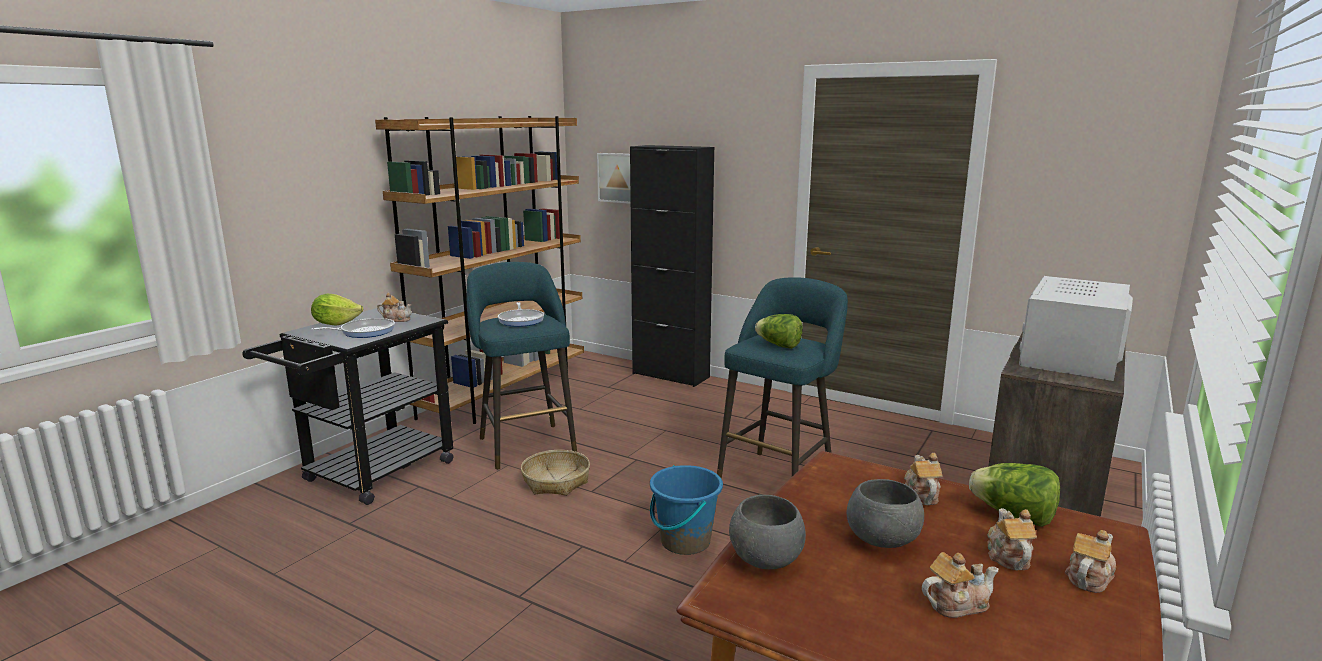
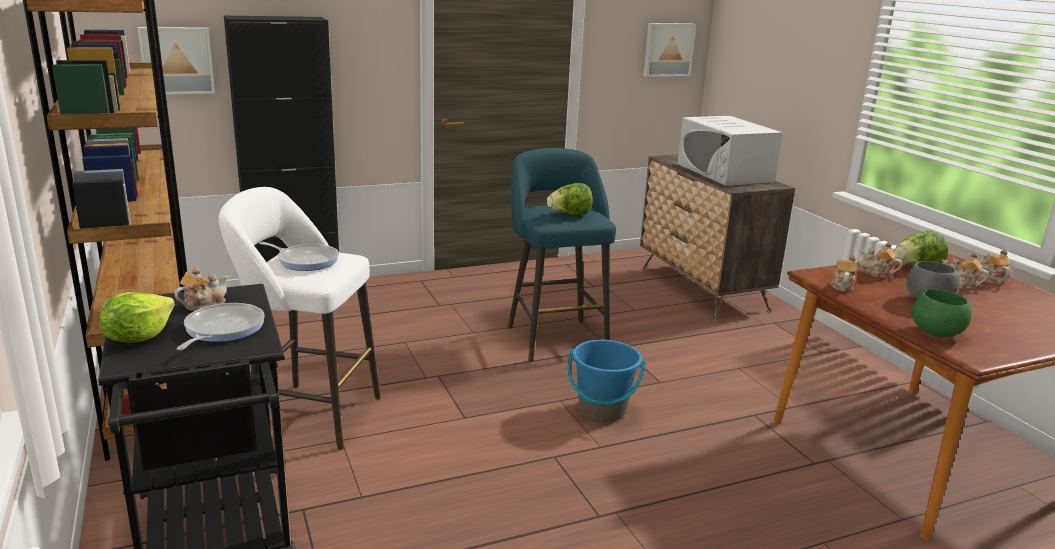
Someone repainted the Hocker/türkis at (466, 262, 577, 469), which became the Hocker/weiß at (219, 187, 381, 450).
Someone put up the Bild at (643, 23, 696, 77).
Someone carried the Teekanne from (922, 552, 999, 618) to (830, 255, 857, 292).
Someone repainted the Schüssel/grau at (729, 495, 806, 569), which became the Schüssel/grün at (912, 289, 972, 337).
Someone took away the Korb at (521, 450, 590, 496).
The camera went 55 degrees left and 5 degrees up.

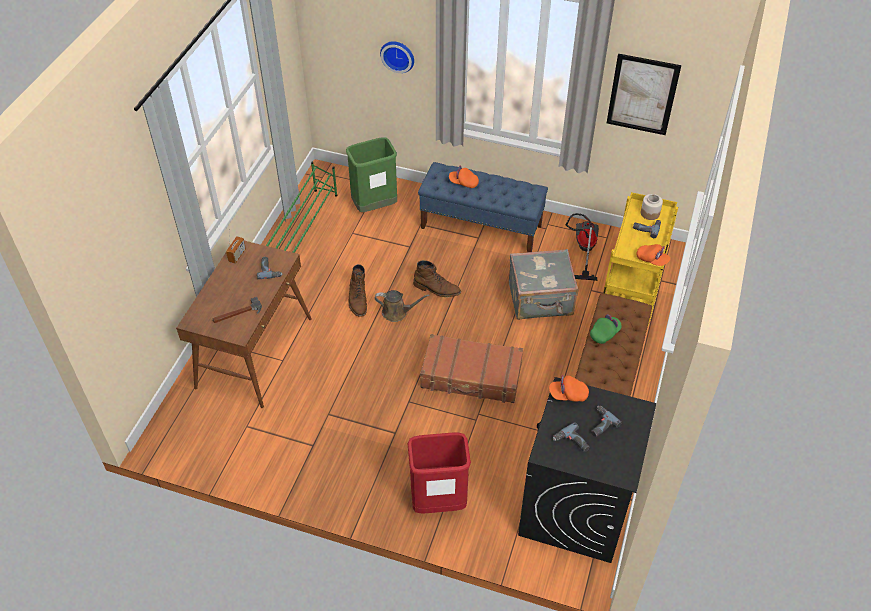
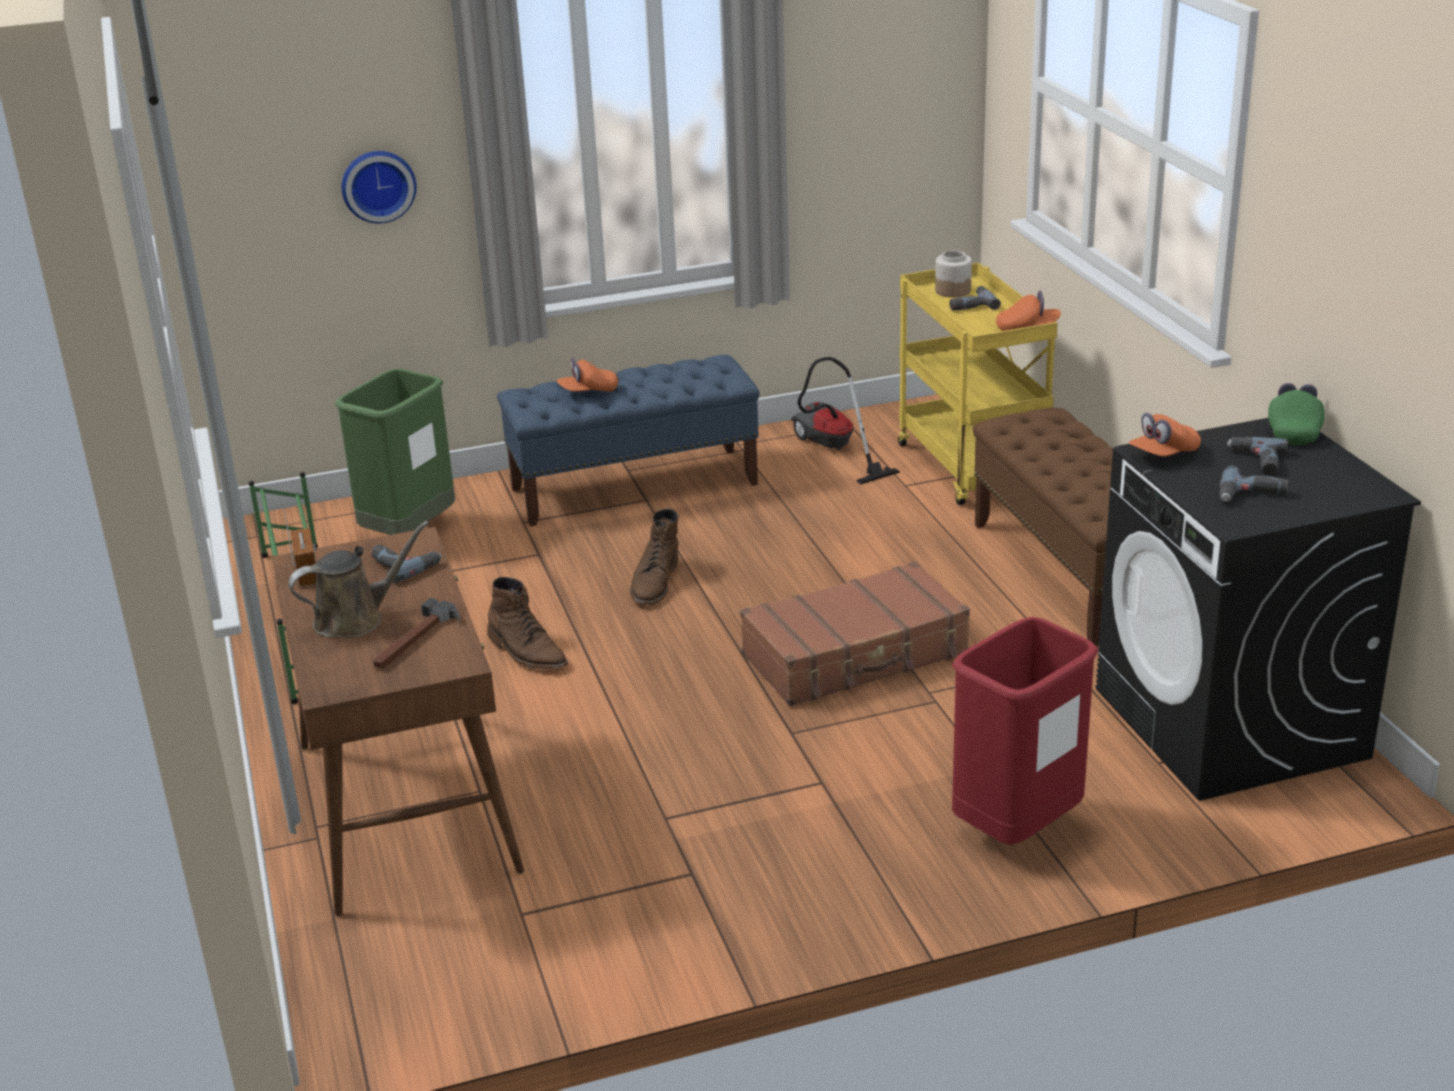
Someone carried the Gießkanne/braun from (374, 290, 429, 322) to (289, 521, 429, 638).
Someone rotated the Stiefel/braun at (413, 260, 461, 297) by 120 degrees clockwise.
Someone carried the Kappe/grün from (590, 314, 622, 344) to (1268, 383, 1325, 445).
Someone took away the Koffer/grau at (509, 249, 578, 320).
Someone took away the Bild at (607, 54, 681, 135).
The camera went 35 degrees left and 20 degrees down.

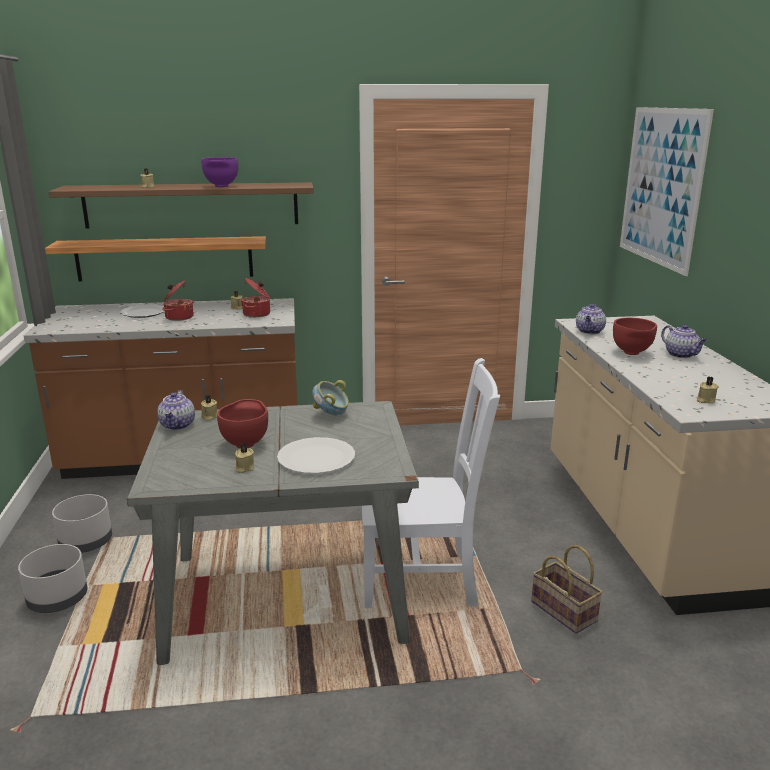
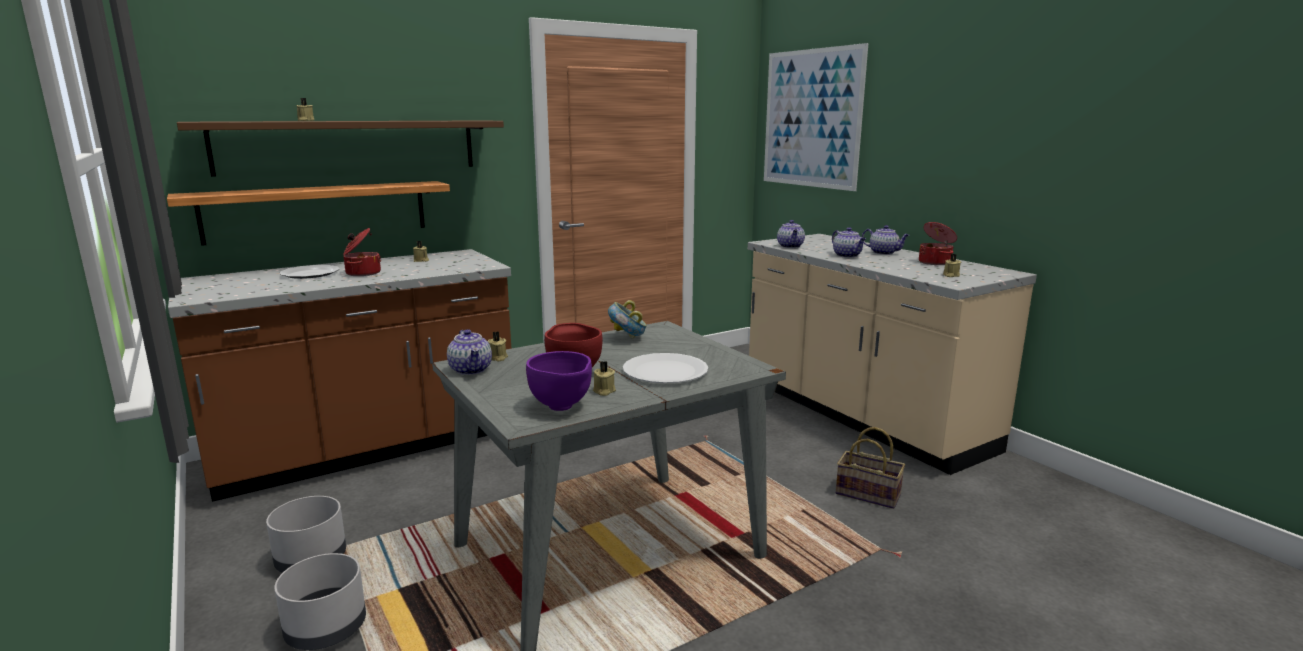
Someone carried the Schüssel/lila from (201, 157, 238, 187) to (526, 351, 592, 411).
Someone swapped the Schüssel/rot at (613, 318, 657, 355) for the Teekanne at (832, 227, 866, 258).
Someone carried the Kochtopf from (241, 278, 270, 317) to (919, 222, 957, 265).
Someone took away the Stuhl/weiß at (362, 358, 500, 608).
The camera went 25 degrees left and 5 degrees down.

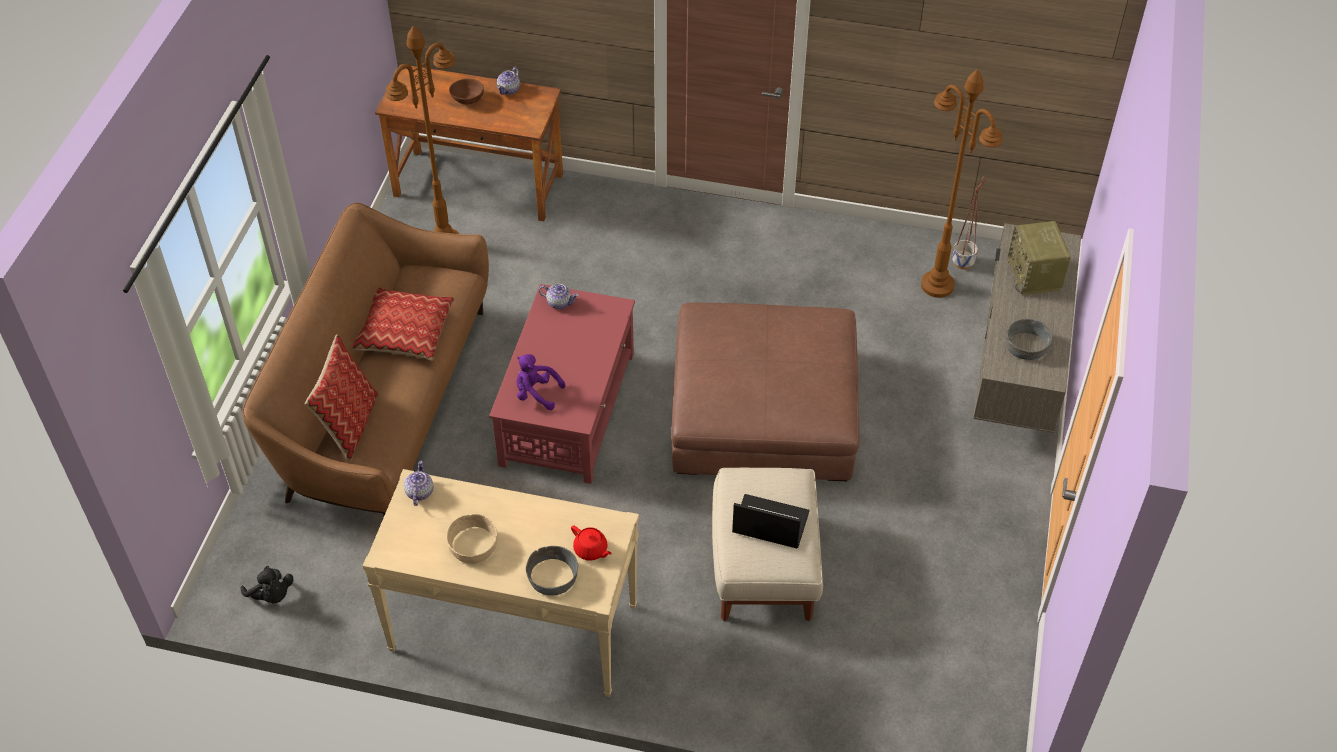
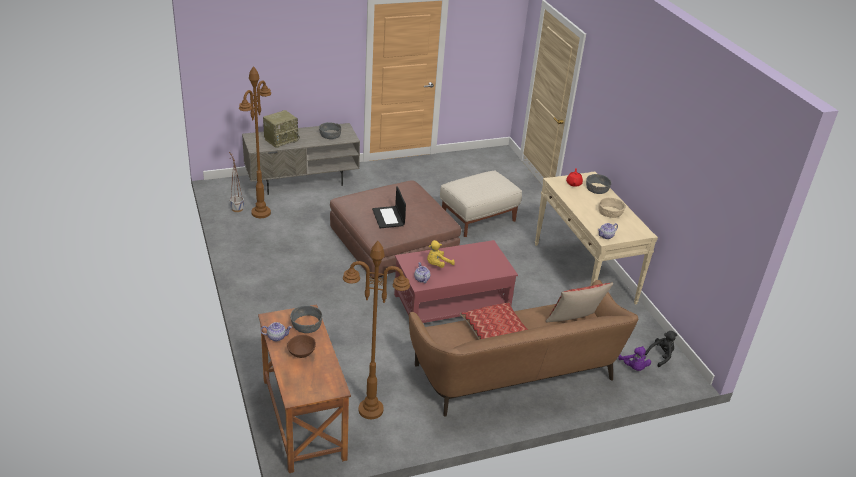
Someone put down the Schüssel/grau at (290, 305, 322, 333).
Someone carried the Laptop from (732, 494, 810, 548) to (372, 186, 406, 228).
Someone put down the Plüschtier/gelb at (427, 240, 455, 268).
Someone carried the Plüschtier/lila from (517, 354, 565, 410) to (618, 346, 651, 371).
Someone rotated the Plüschtier/schwarz at (241, 566, 293, 603) by 45 degrees clockwise.
The camera went 125 degrees left and 15 degrees down.

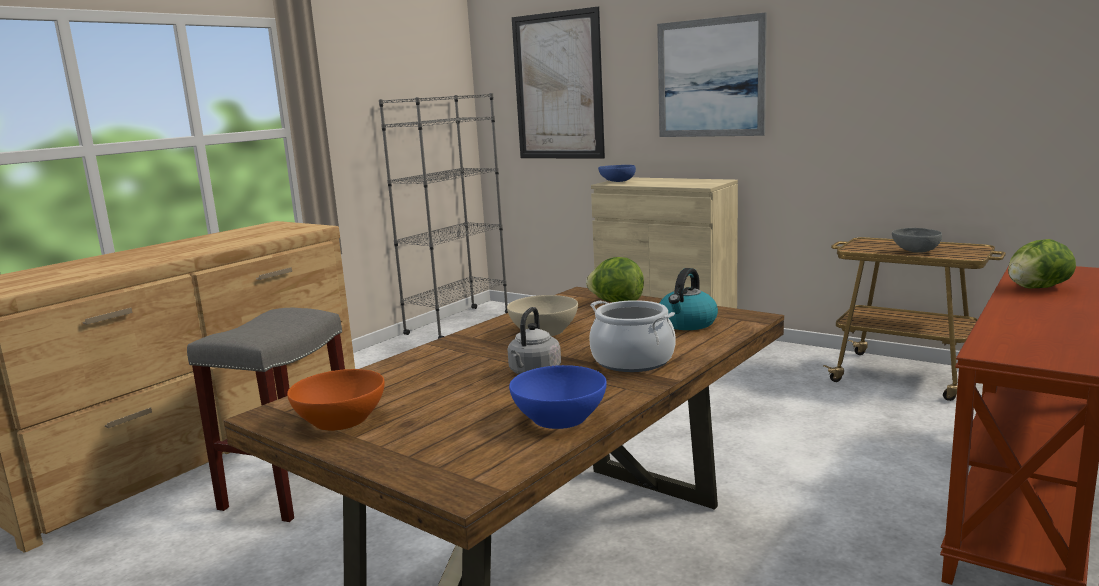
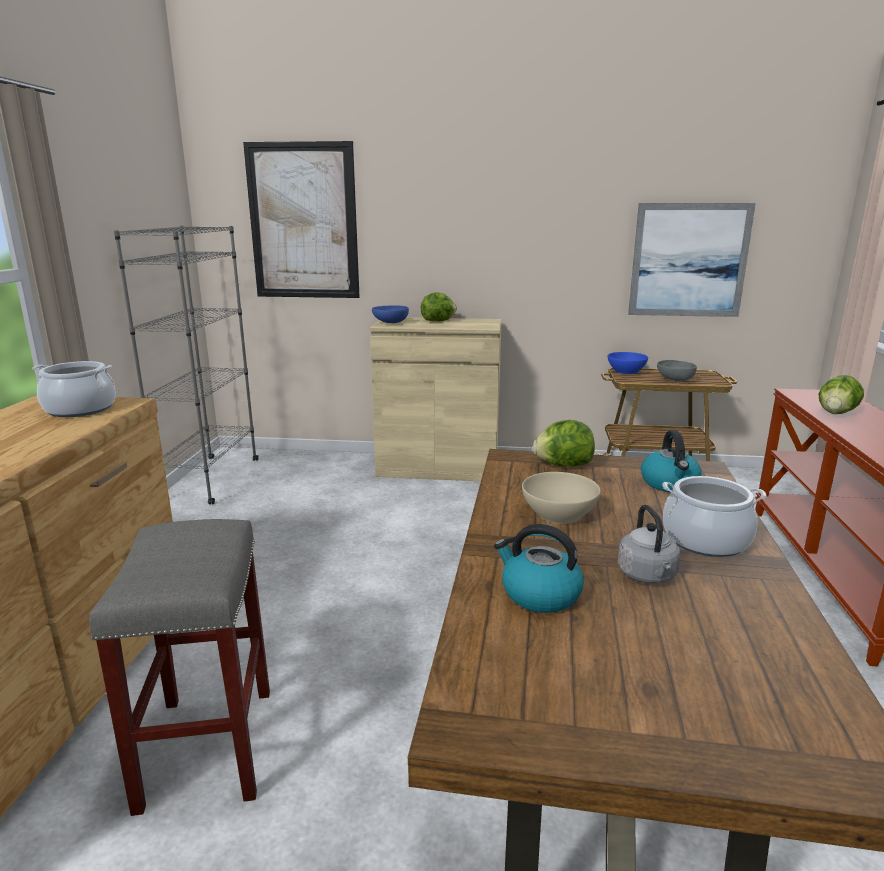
Someone put down the Kochtopf at (32, 361, 116, 417).
Someone put down the Salatkopf at (421, 292, 457, 322).
Someone put down the Wasserkessel at (494, 524, 584, 613).
Someone carried the Schüssel/blau from (509, 365, 607, 429) to (608, 352, 648, 374).
Someone carried the Bild from (657, 12, 767, 137) to (628, 203, 756, 317).
Someone took away the Schüssel/orange at (287, 369, 385, 431).
The camera went 30 degrees left and 5 degrees up.

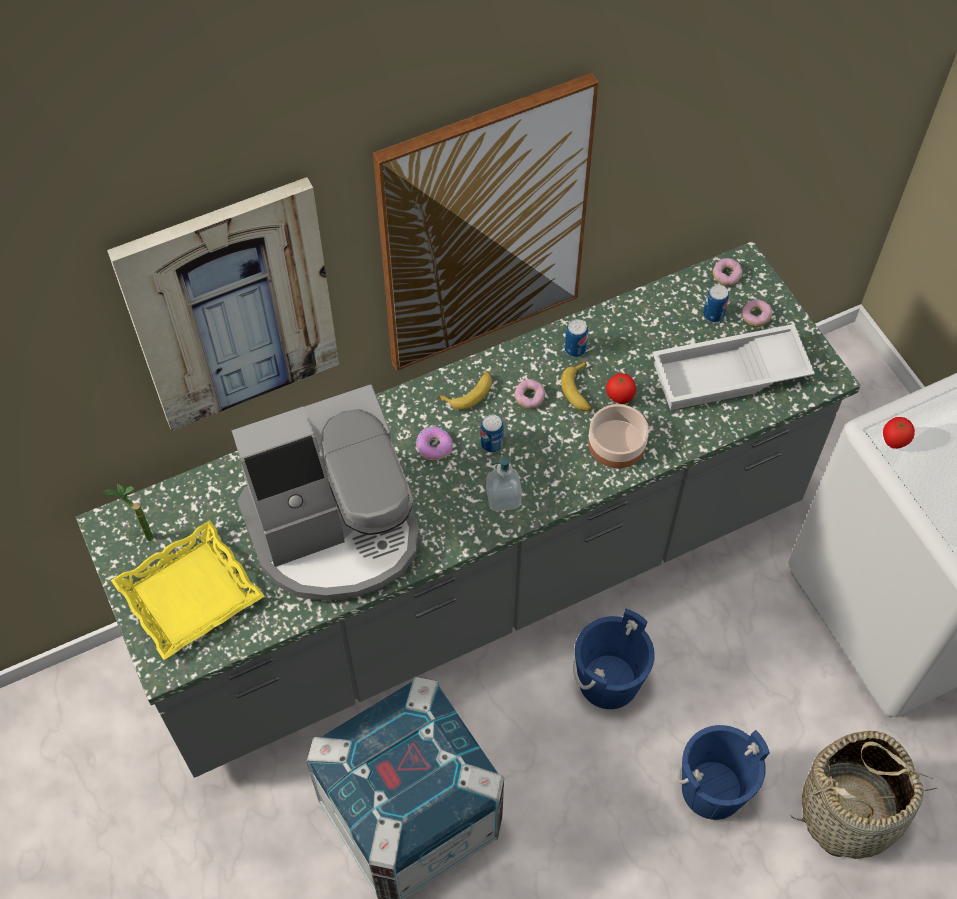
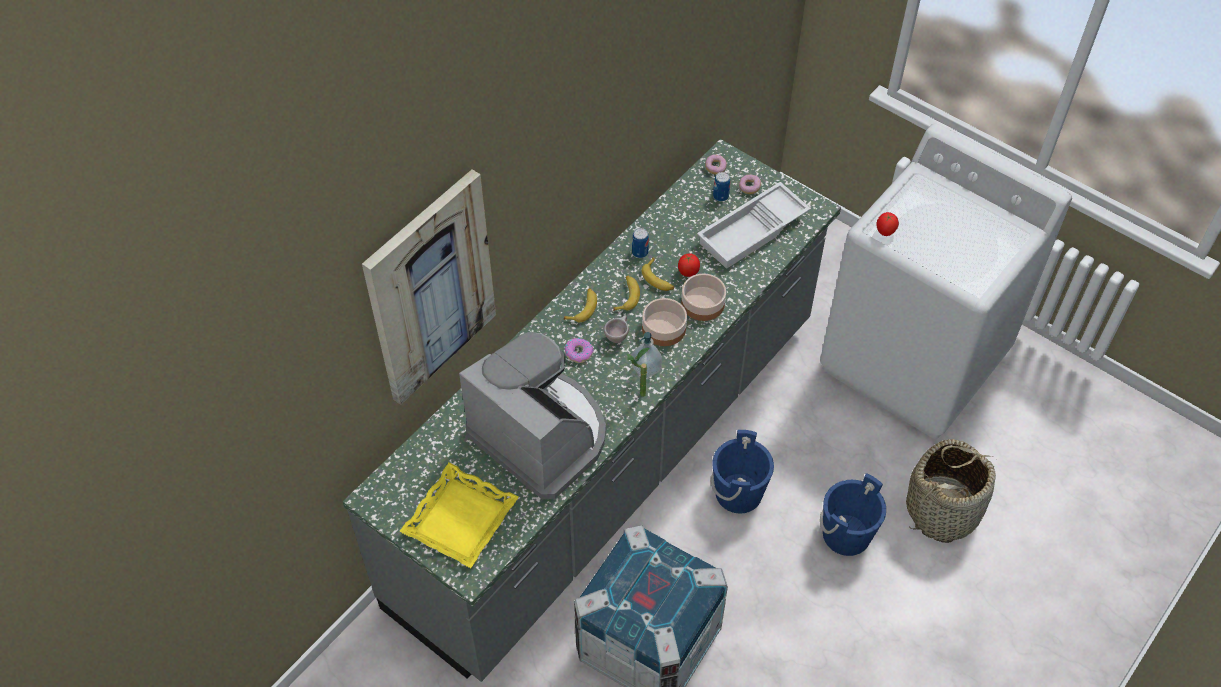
Someone rotated the Kaffeemaschine at (232, 384, 419, 601) by 90 degrees counterclockwise.
Someone swapped the Dose at (481, 415, 504, 453) for the Tasse/beige at (604, 315, 629, 343).
Someone swapped the Donut at (514, 379, 545, 409) for the Banane at (613, 276, 640, 311).
Someone carried the Topfpflanze from (102, 484, 154, 541) to (627, 348, 650, 397).
Someone put down the Schüssel at (642, 298, 687, 346).
Someone took away the Bild at (373, 73, 599, 371).
The camera went 25 degrees left and 5 degrees down.

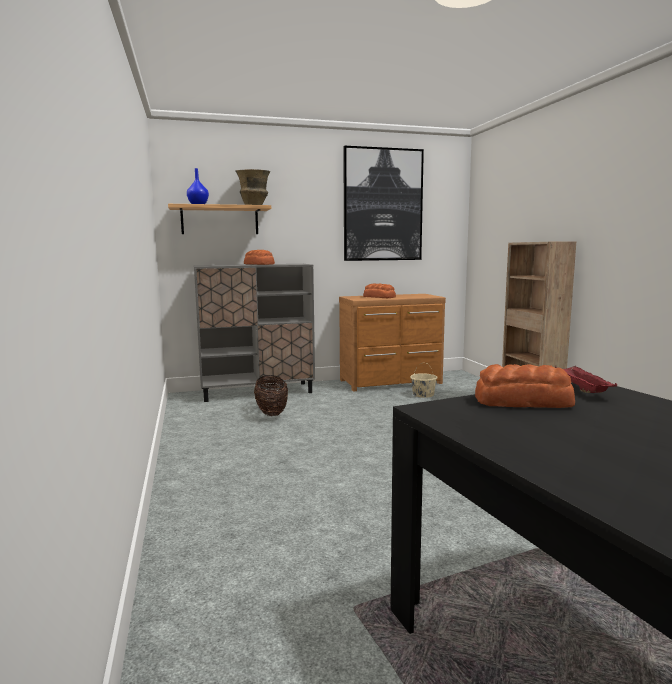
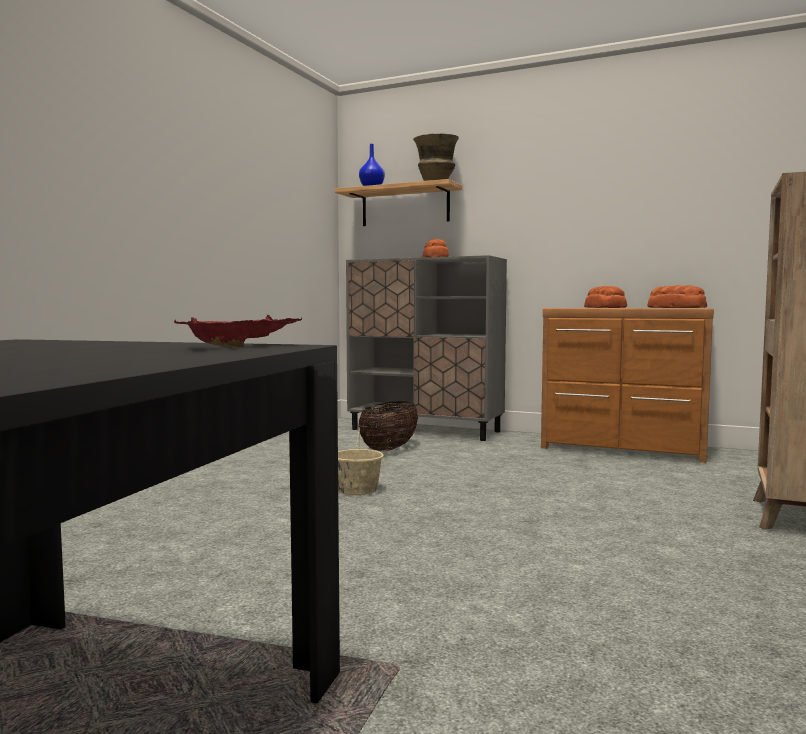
Someone carried the Eimer/beige from (410, 362, 437, 398) to (338, 427, 384, 495).
Someone carried the Brot from (475, 364, 575, 408) to (647, 285, 707, 308).
Someone took away the Bild at (343, 146, 424, 261).
The camera went 40 degrees right and 5 degrees down.

